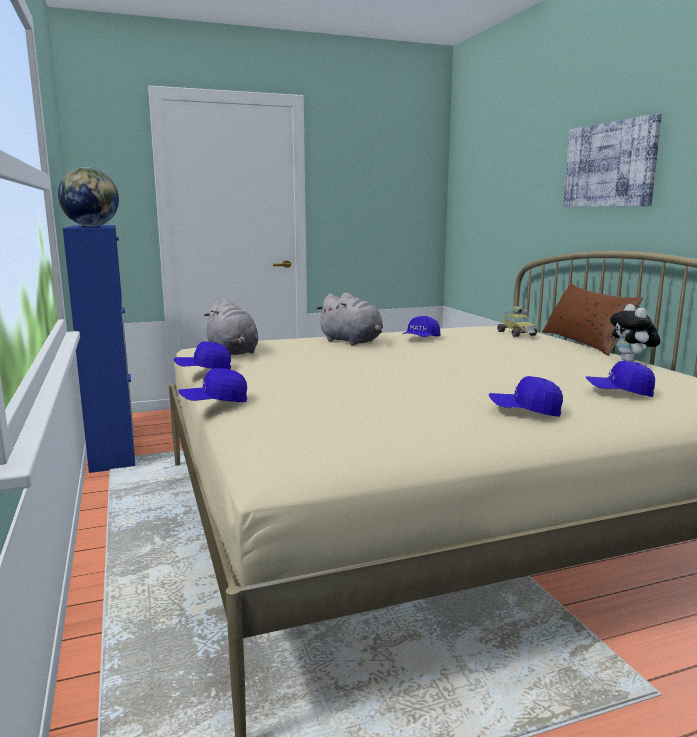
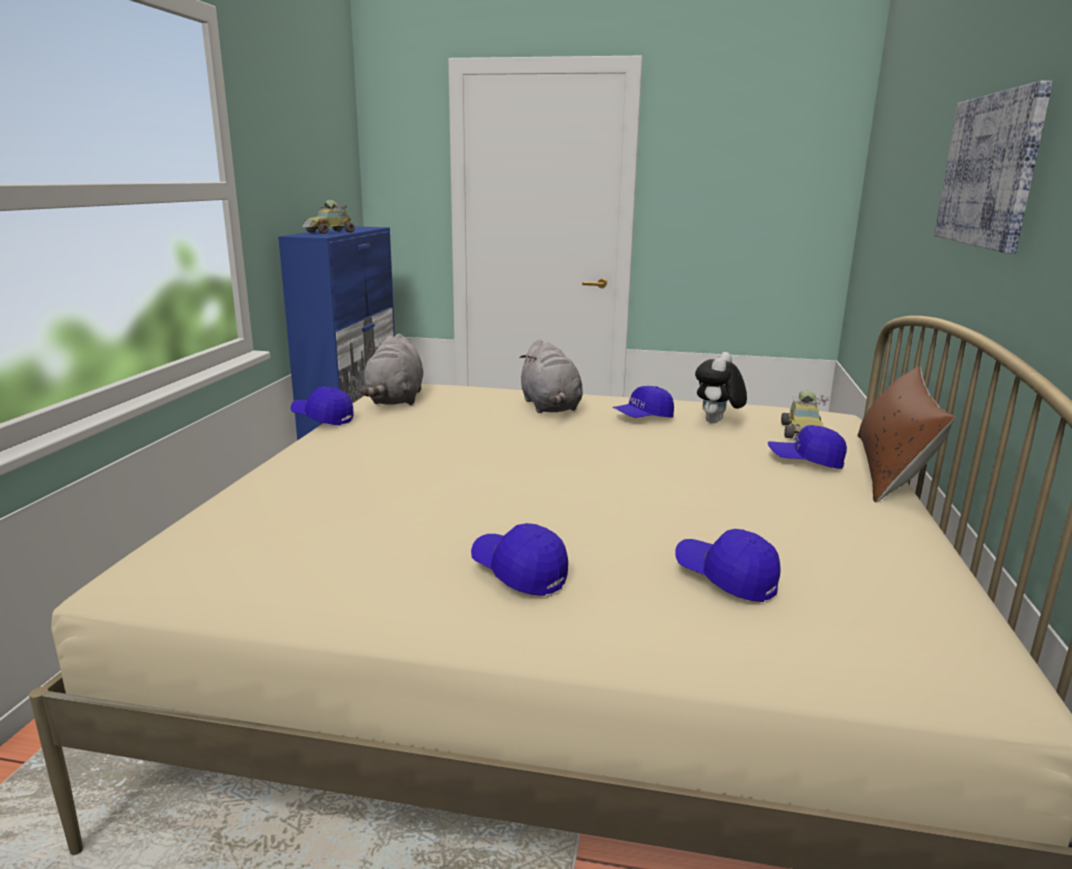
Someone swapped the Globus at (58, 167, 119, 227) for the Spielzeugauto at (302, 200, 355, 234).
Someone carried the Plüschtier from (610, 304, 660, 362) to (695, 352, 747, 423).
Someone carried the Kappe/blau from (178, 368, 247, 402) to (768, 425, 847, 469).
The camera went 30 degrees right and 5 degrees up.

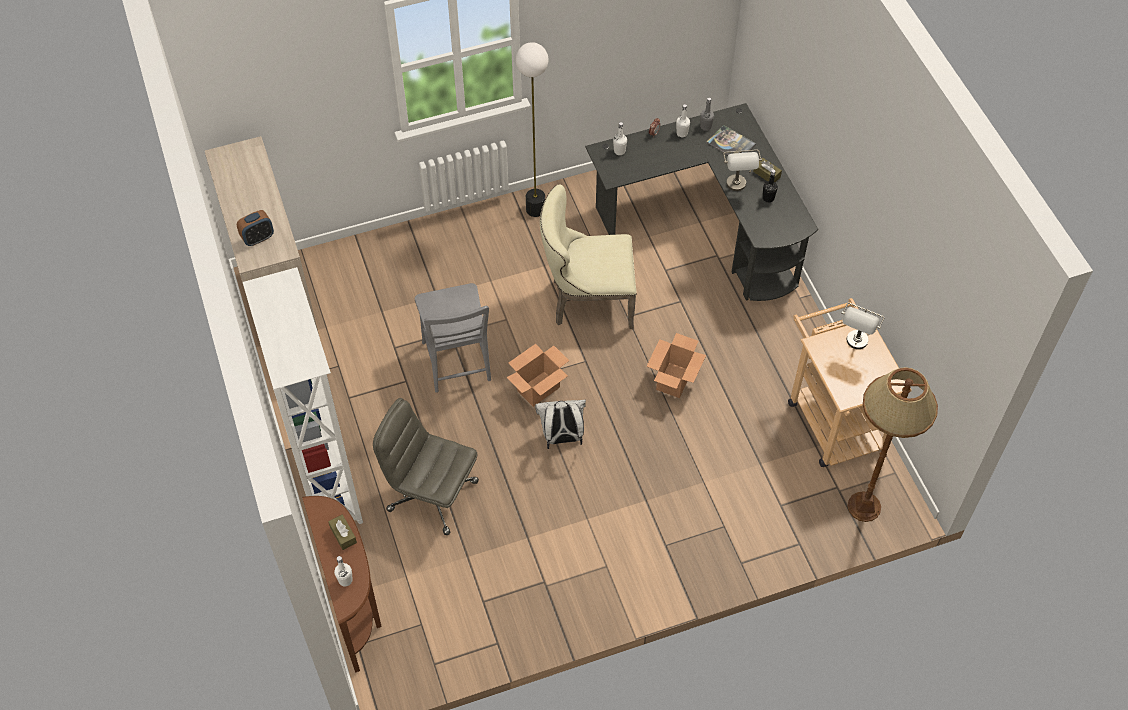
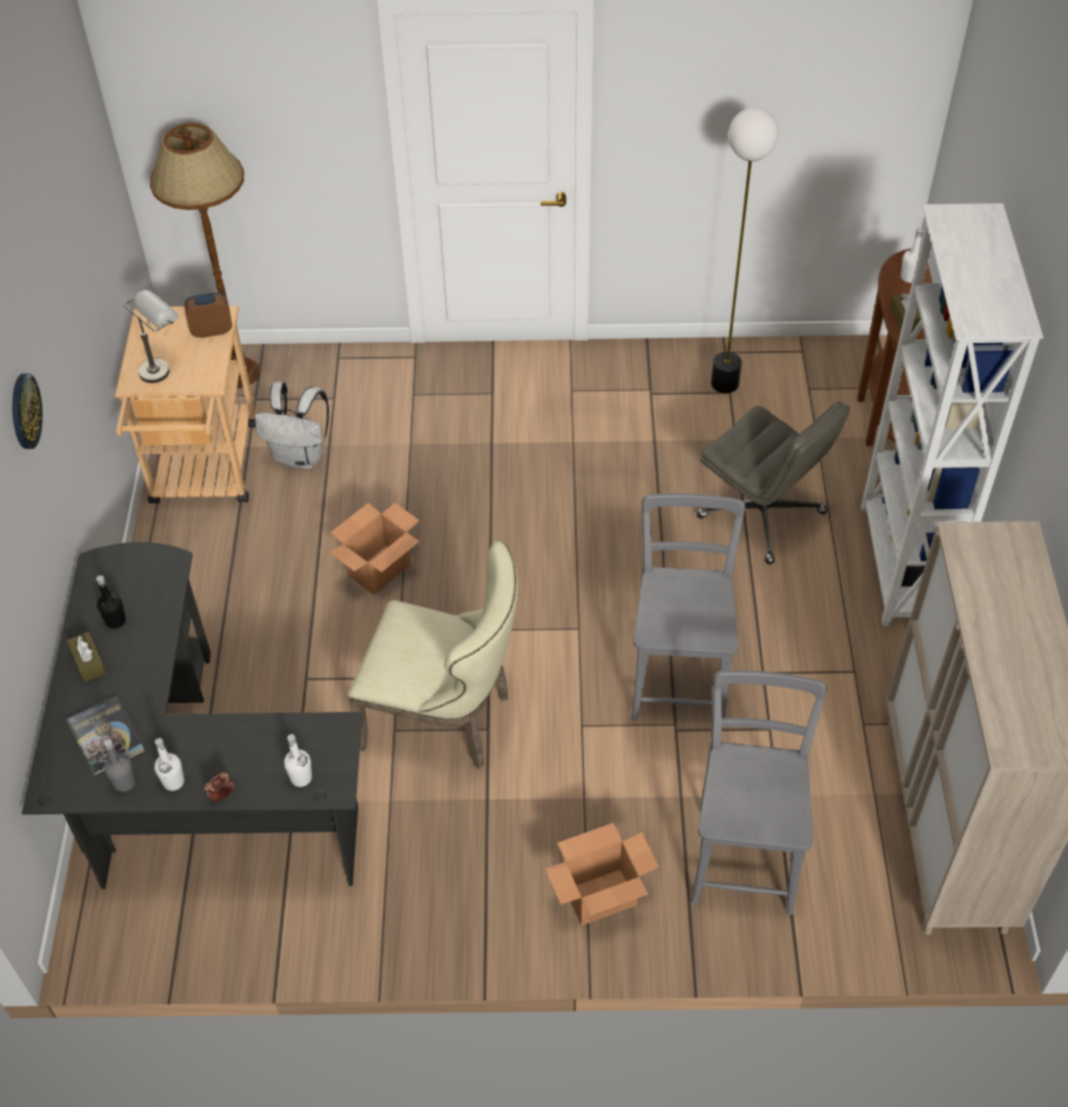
Someone put up the Wanduhr at (12, 373, 43, 449).
Someone carried the Wecker from (237, 210, 274, 246) to (185, 292, 232, 338).
Someone carried the Rucksack/weiß from (535, 400, 586, 449) to (255, 382, 329, 469).
Someone carried the Karton from (507, 344, 569, 407) to (545, 823, 659, 926).
Someone put down the Stuhl/grau at (691, 670, 827, 915).
Someone carried the Stehlampe from (516, 42, 548, 217) to (711, 108, 778, 393).
Someone took away the Tischlampe/grau at (723, 149, 762, 191).
The camera went 160 degrees left and 5 degrees down.

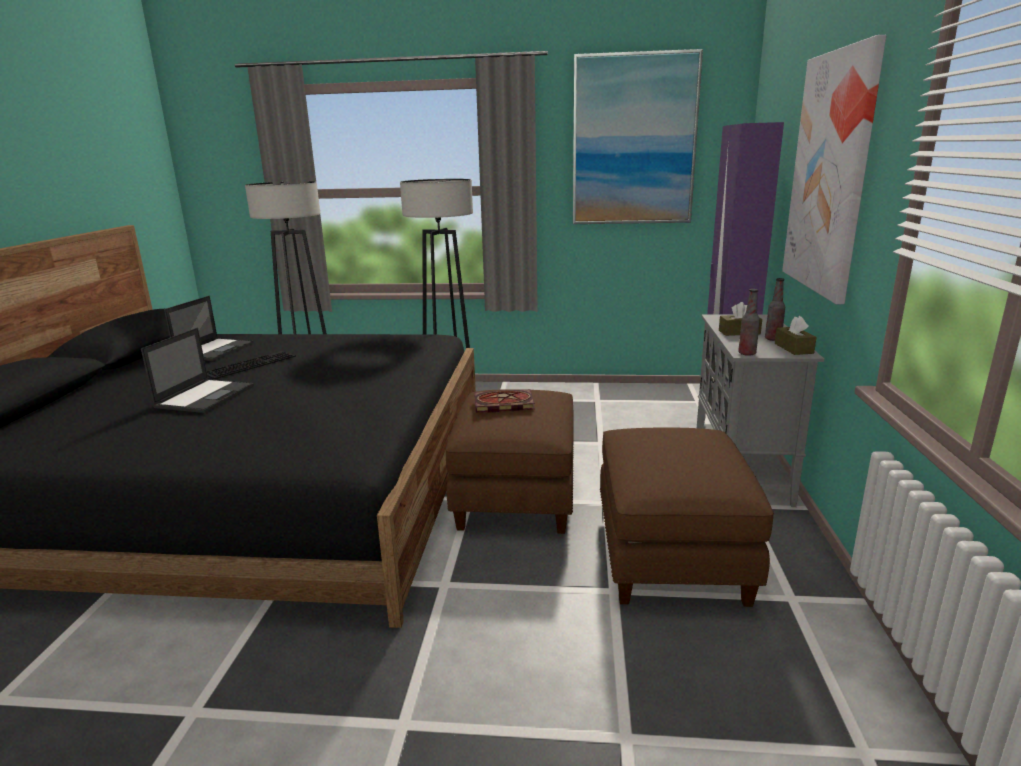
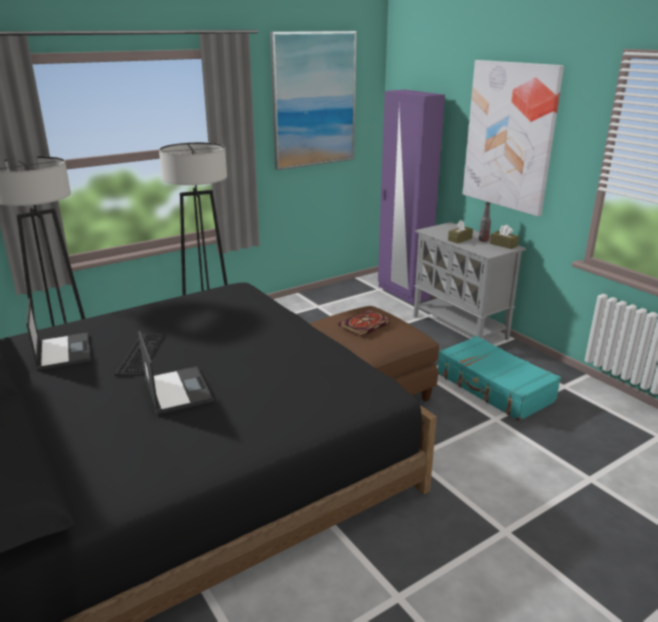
Someone swapped the Polsterhocker/braun at (600, 428, 774, 607) for the Koffer/türkis at (438, 336, 561, 421).
Someone took away the Flasche at (738, 289, 760, 356).
The camera went 40 degrees left and 5 degrees up.

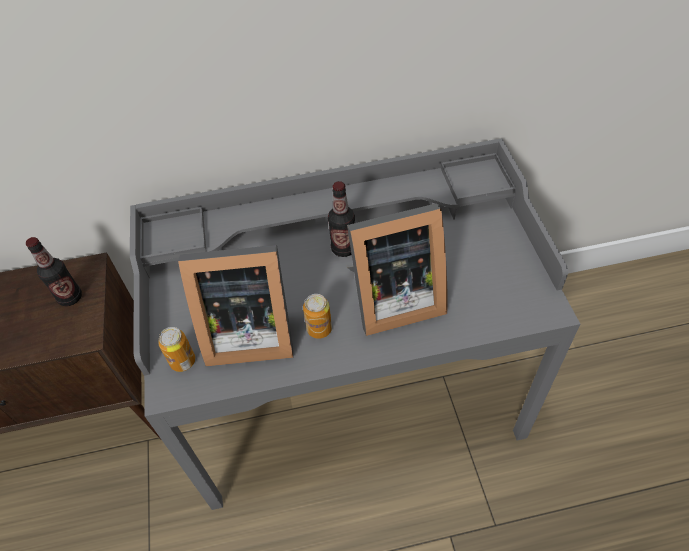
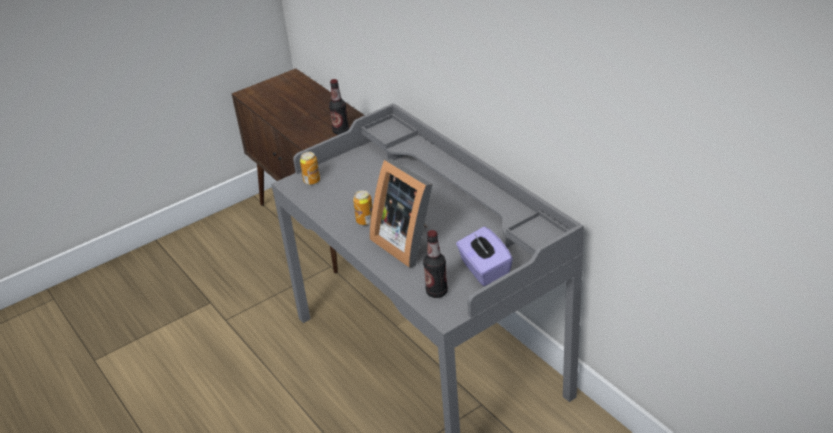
Someone carried the Flasche from (328, 181, 355, 257) to (423, 230, 448, 298).
Someone put down the Taschentuchbox/lila at (456, 227, 513, 286).
Someone took away the Bilderrahmen at (178, 245, 293, 366).
The camera went 65 degrees right and 15 degrees down.

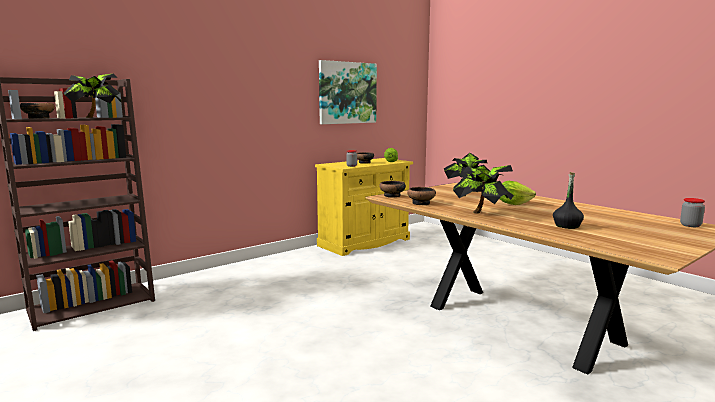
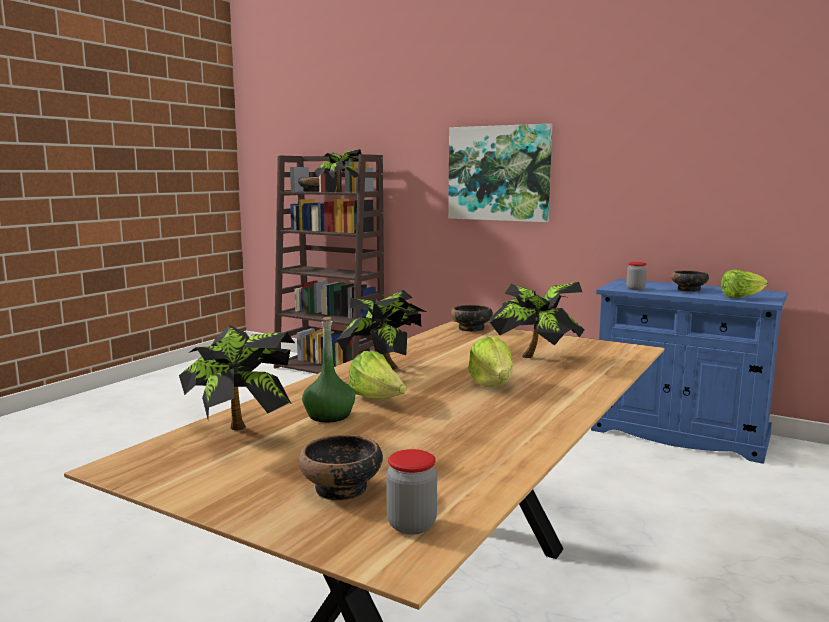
Someone put down the Topfpflanze at (179, 325, 295, 431).
Someone carried the Schüssel from (407, 187, 436, 205) to (298, 435, 383, 501).
Someone repainted the Flasche/schwarz at (553, 172, 584, 229), which became the Flasche/grün at (302, 317, 355, 422).
Someone put down the Salatkopf at (348, 351, 407, 399).
Someone carried the Bild from (319, 60, 377, 124) to (448, 124, 552, 222).
Someone repainted the Schrank/gelb at (315, 158, 413, 256), which became the Schrank/blau at (591, 279, 787, 464).
The camera went 70 degrees right and 0 degrees up.

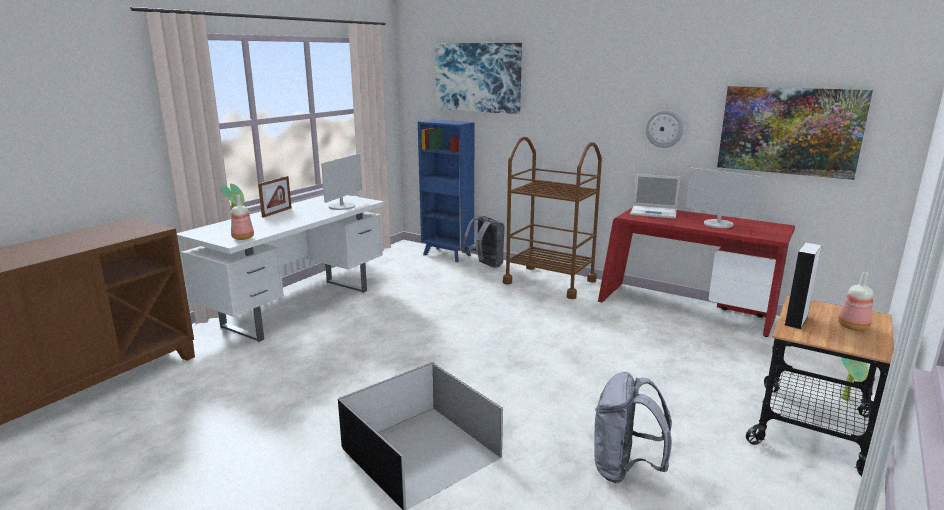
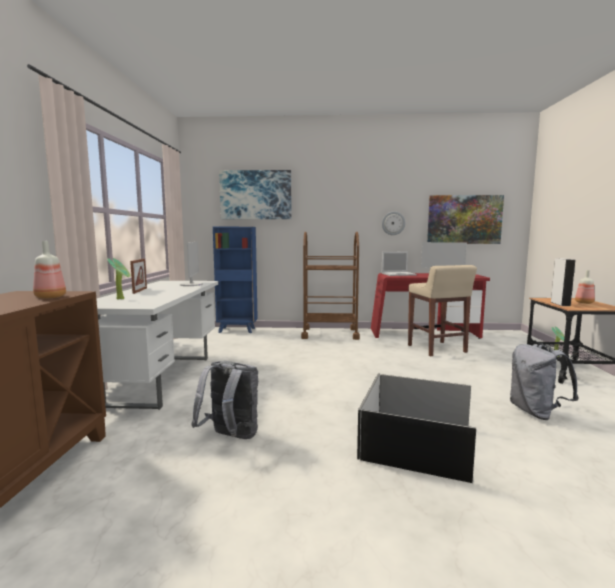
Someone carried the Flasche from (231, 195, 254, 240) to (33, 241, 66, 299).
Someone carried the Rucksack/grau from (462, 216, 505, 268) to (192, 361, 258, 439).
Someone put down the Hocker/beige at (408, 265, 477, 356).
The camera went 30 degrees left and 10 degrees down.

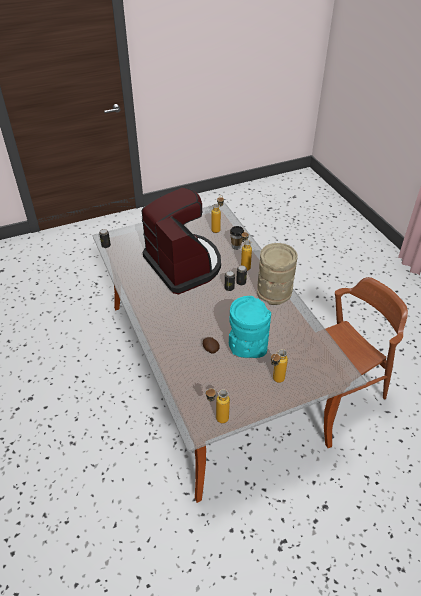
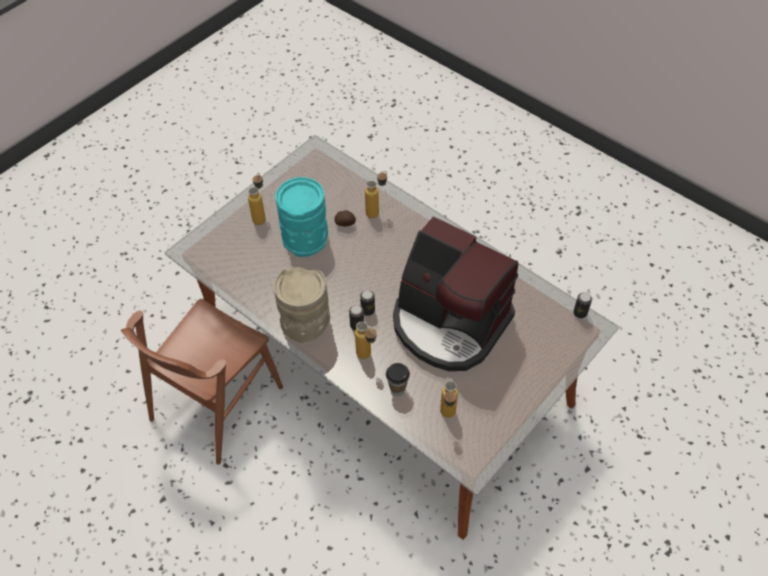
Someone carried the Flasche from (205, 388, 230, 423) to (365, 171, 387, 218).
The camera went 155 degrees right and 10 degrees up.

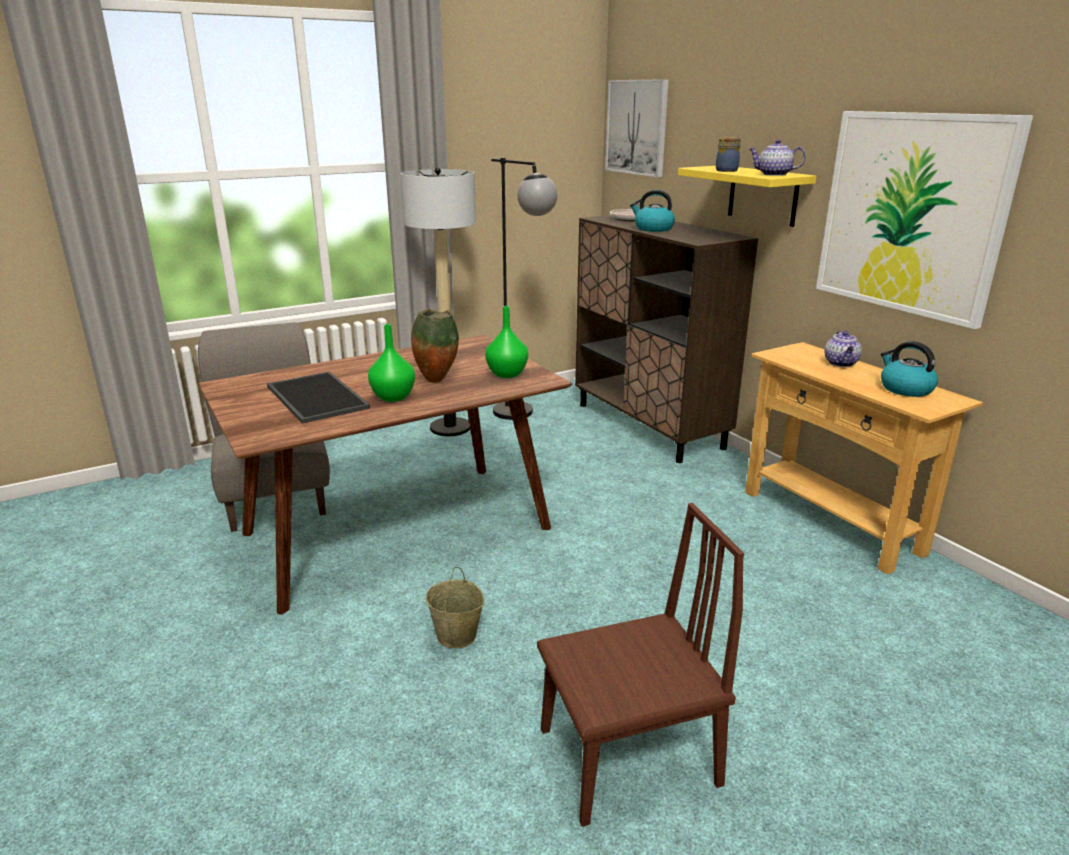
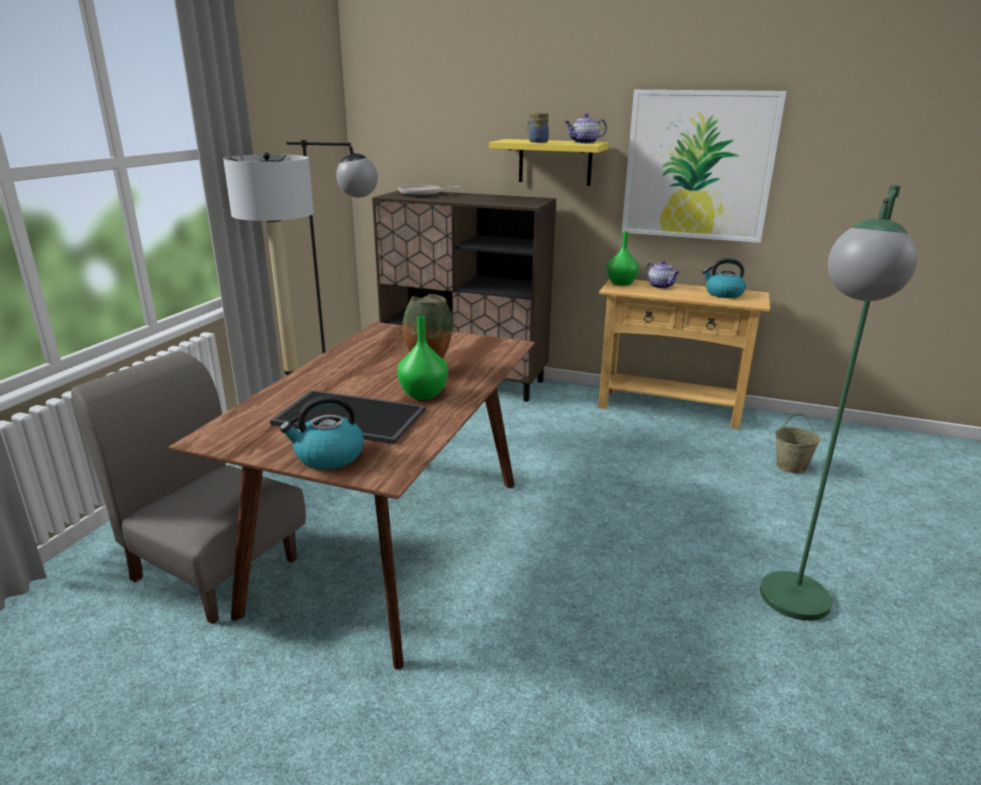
Someone carried the Wasserkessel from (630, 190, 675, 232) to (280, 395, 364, 470).
Someone carried the Vase/grün from (485, 306, 528, 378) to (607, 232, 639, 286).
Someone swapped the Stuhl/braun at (537, 503, 744, 827) for the Stehlampe/grün at (760, 185, 918, 621).
Someone carried the Eimer/beige from (425, 567, 484, 648) to (775, 414, 821, 473).
Someone took away the Bild at (605, 79, 669, 177).
The camera went 40 degrees left and 0 degrees up.

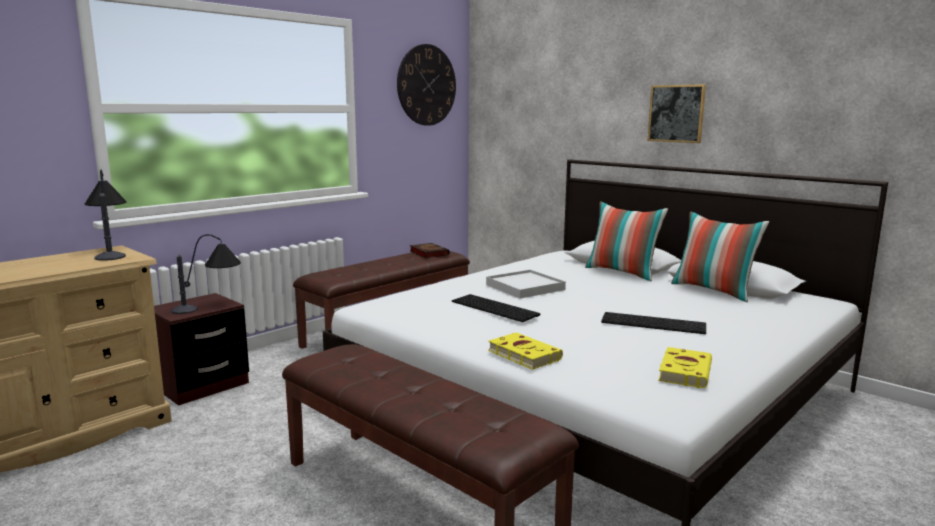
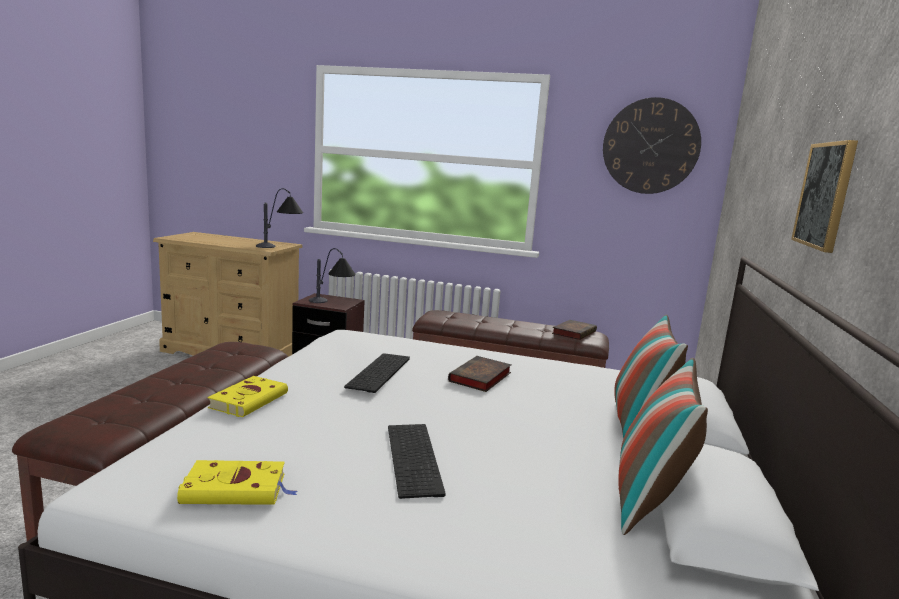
Someone swapped the Tablett/weiß at (486, 270, 566, 299) for the Buch at (448, 356, 512, 392).
The camera went 60 degrees right and 0 degrees up.

